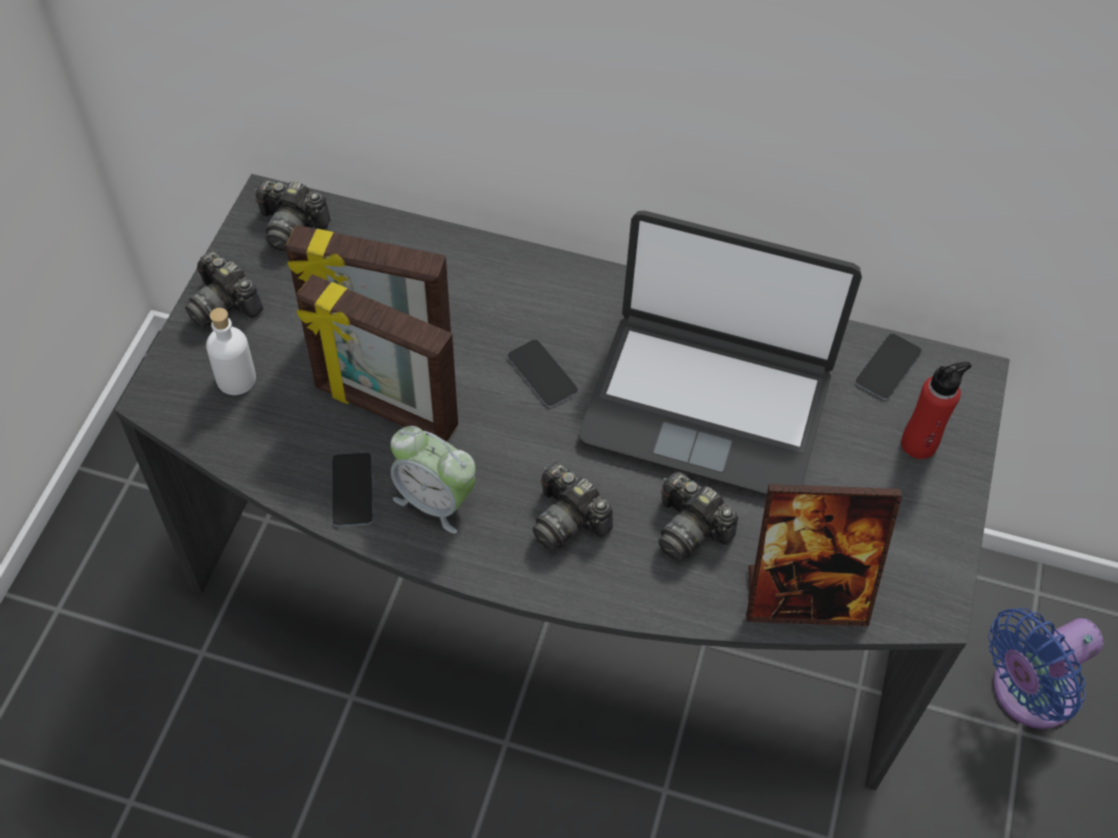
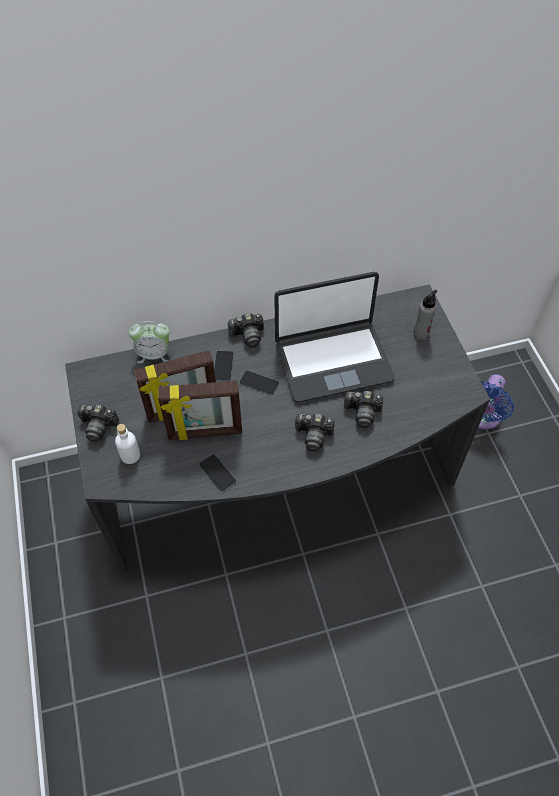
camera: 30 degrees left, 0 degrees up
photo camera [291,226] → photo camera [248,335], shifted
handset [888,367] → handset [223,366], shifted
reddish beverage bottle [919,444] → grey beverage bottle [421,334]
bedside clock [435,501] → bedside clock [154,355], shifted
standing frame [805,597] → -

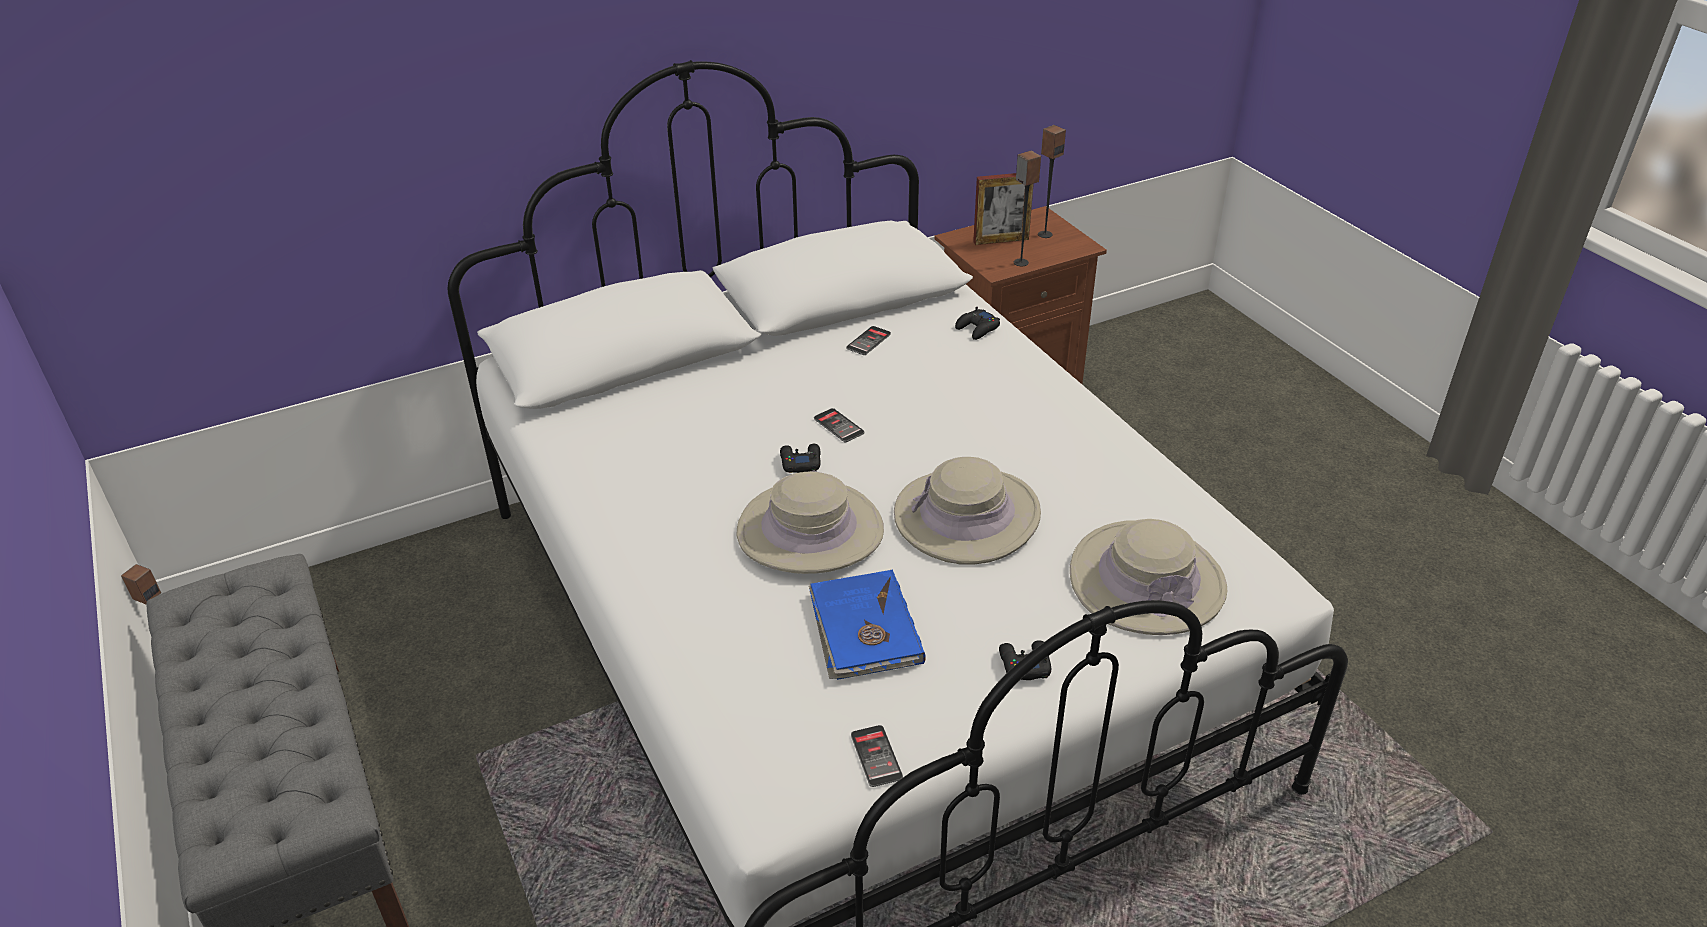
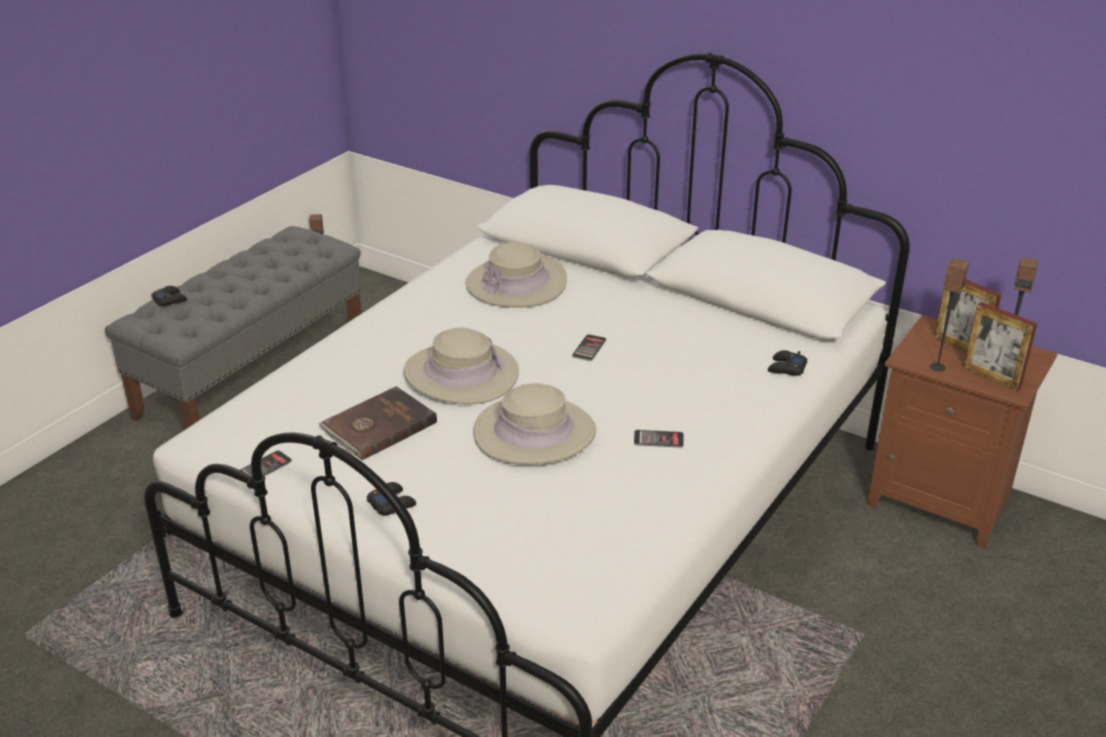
camera: 60 degrees right, 5 degrees down
handset [868,341] → handset [658,439], shifted
black-coloured game controller [800,462] → black-coloured game controller [170,300], shifted
beige-coloured wearable hat [1147,581] → beige-coloured wearable hat [516,283], shifted
bluish book [863,630] → brownish book [378,426]
- → standing frame [991,378]

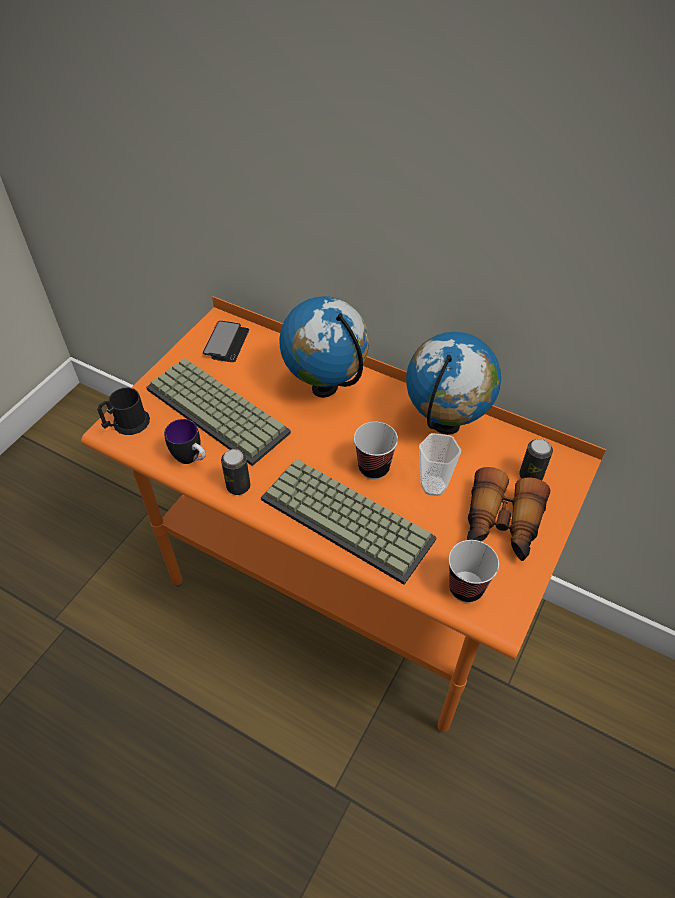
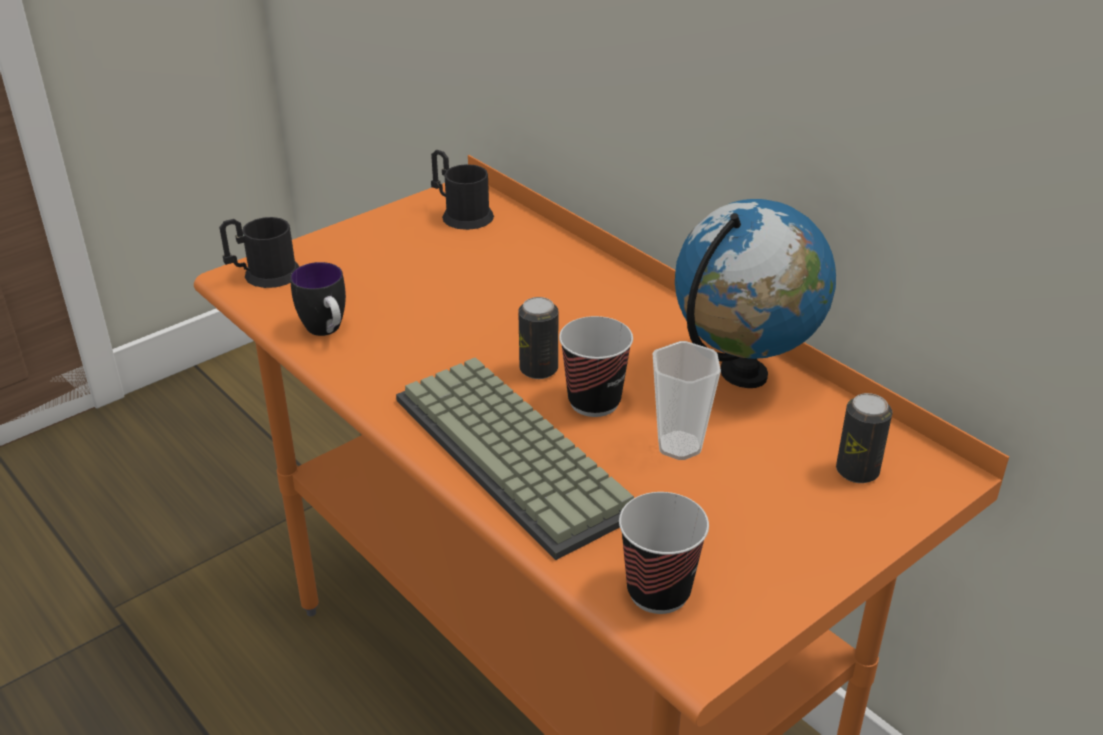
camera: 20 degrees right, 15 degrees down
desk globe [325,387] → -
handset [226,343] → black-coloured coffee mug [461,214]
PC keyboard [220,410] → -
can [238,486] → can [538,369], shifted
pair of binoculars [501,525] → -

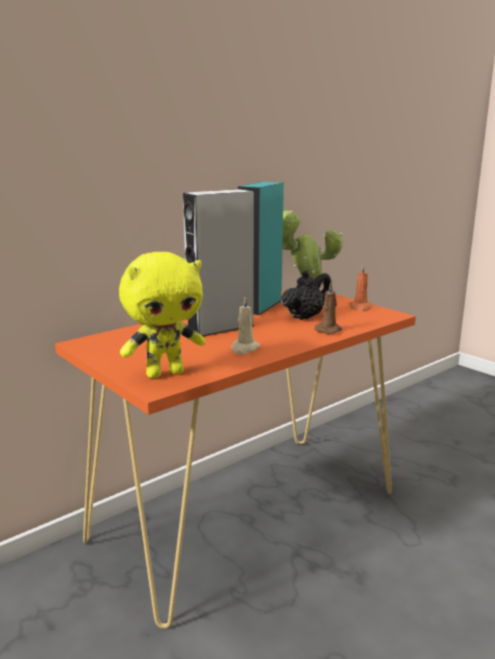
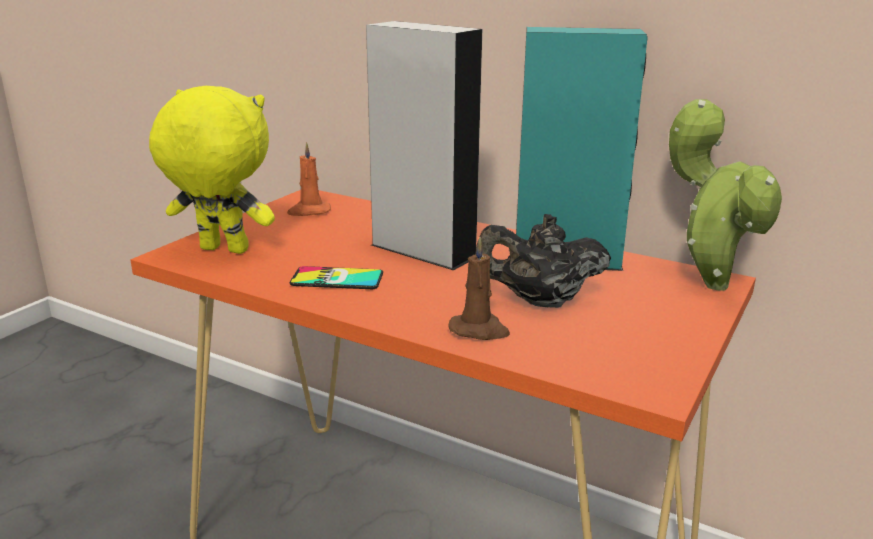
camera: 70 degrees right, 5 degrees up
yellowish cuddly toy [165,373] → yellowish cuddly toy [222,251], 150 degrees clockwise
orange candle [360,307] → orange candle [308,211], shifted
black-coloured teapot [305,317] → black-coloured teapot [540,301], 150 degrees clockwise
beige-coloured candle [244,348] → handset [337,279]

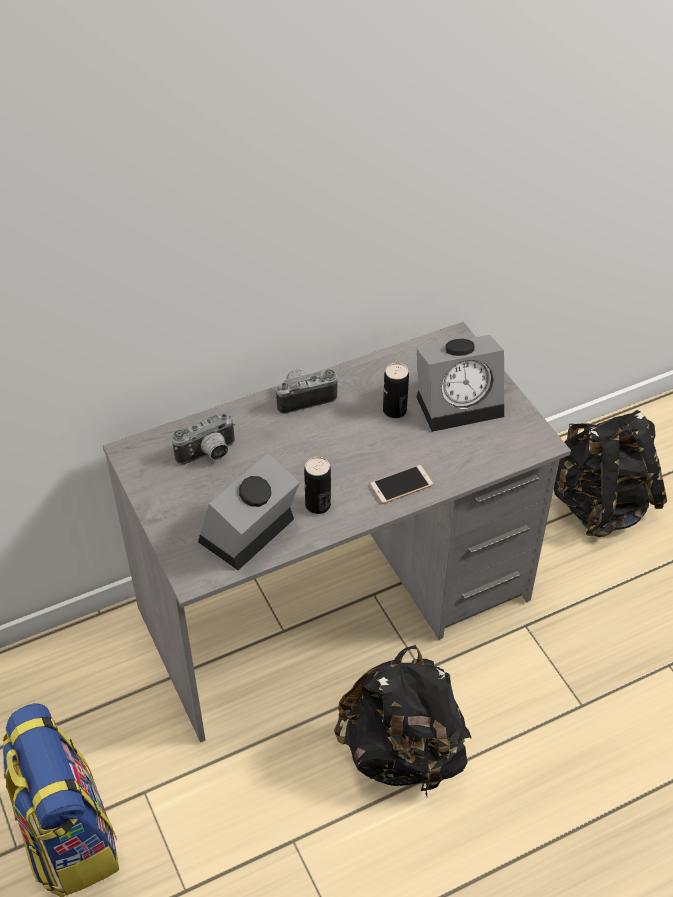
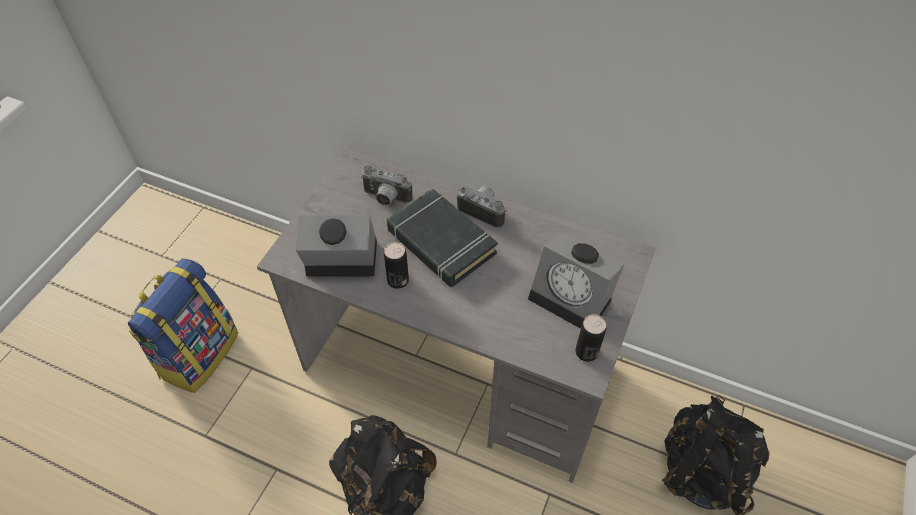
camera: 50 degrees right, 5 degrees up
can [394,410] → can [586,352], shifted
handset [401,485] → -
- → black-coloured book [440,242]

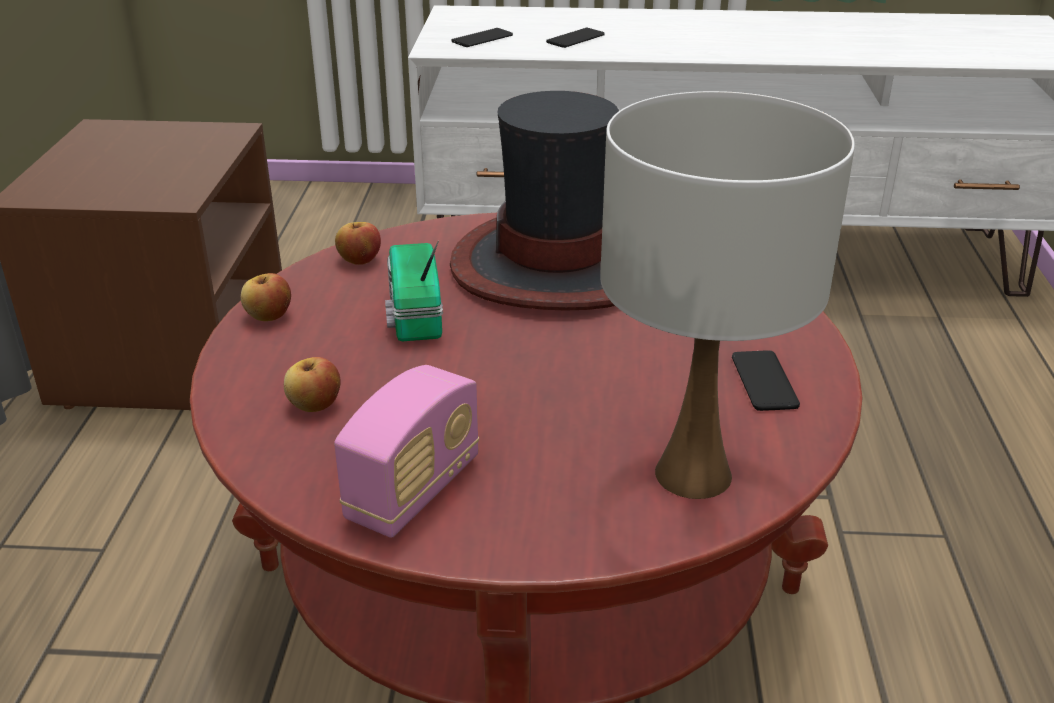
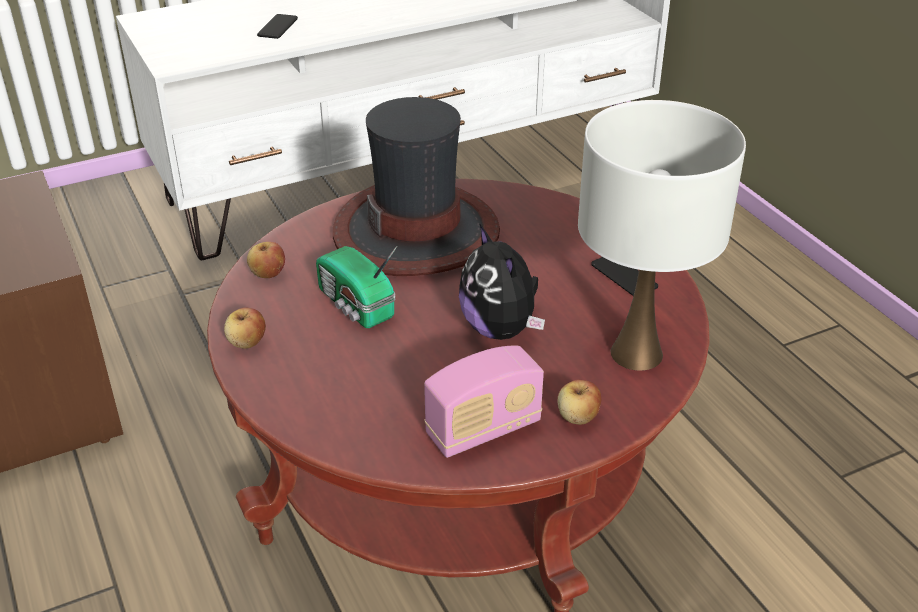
camera: 30 degrees left, 5 degrees up
handset [482,39] → -
apple fruit [314,405] → apple fruit [578,417], shifted
radio [414,490] → radio [483,429], 60 degrees clockwise
- → cuddly toy [501,329]

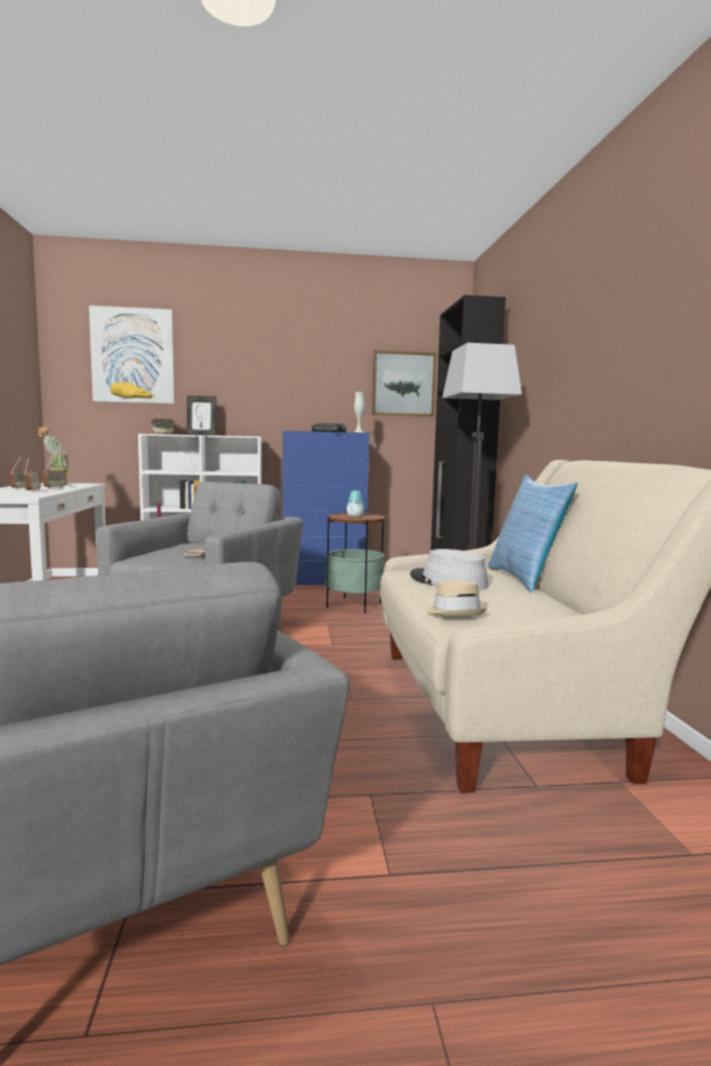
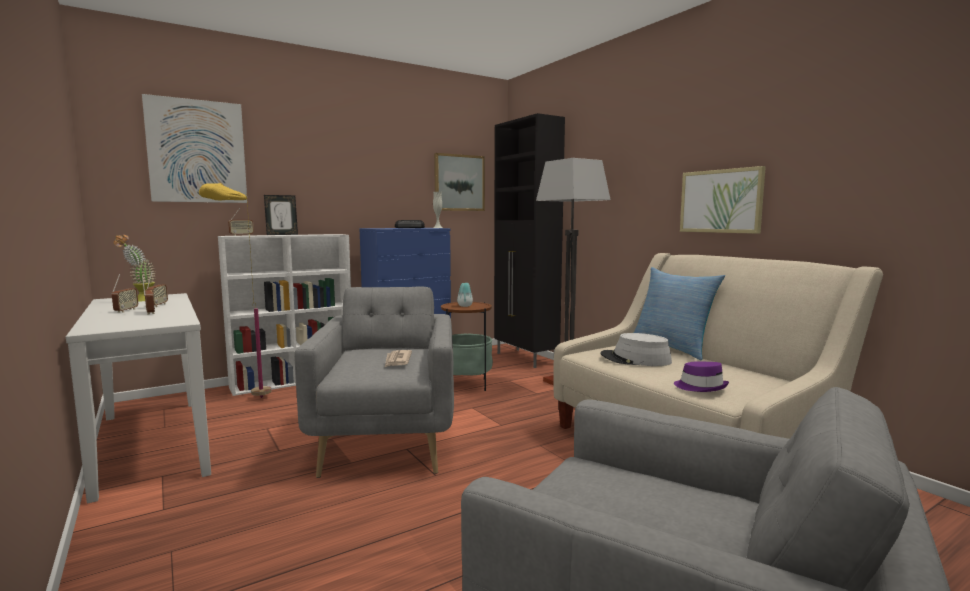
camera: 25 degrees left, 0 degrees up
beige-coloured wearable hat [455,612] → purple wearable hat [700,387]
- → picture [721,201]

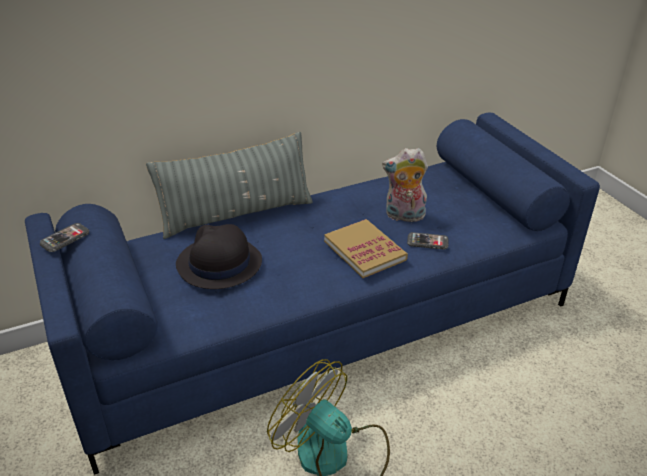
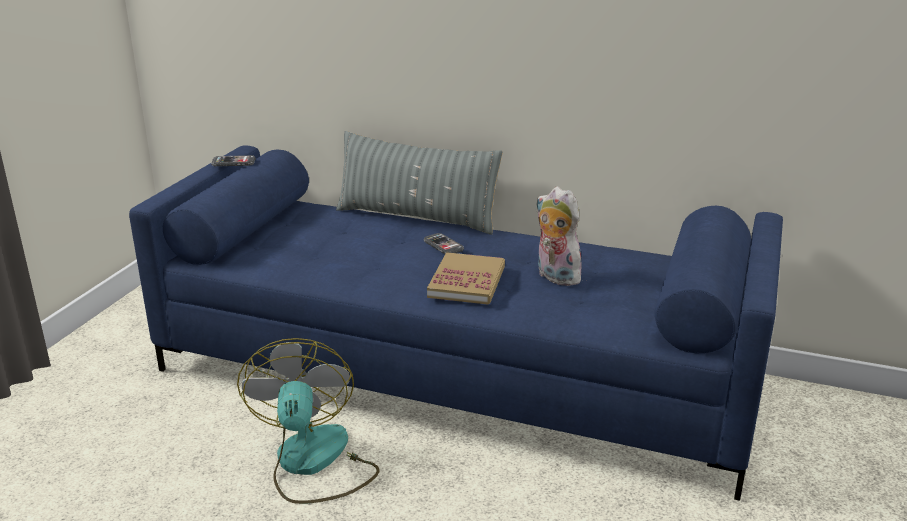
camera: 45 degrees right, 10 degrees down
black-coloured wearable hat [218,263] → -
handset [427,242] → handset [443,245], shifted

